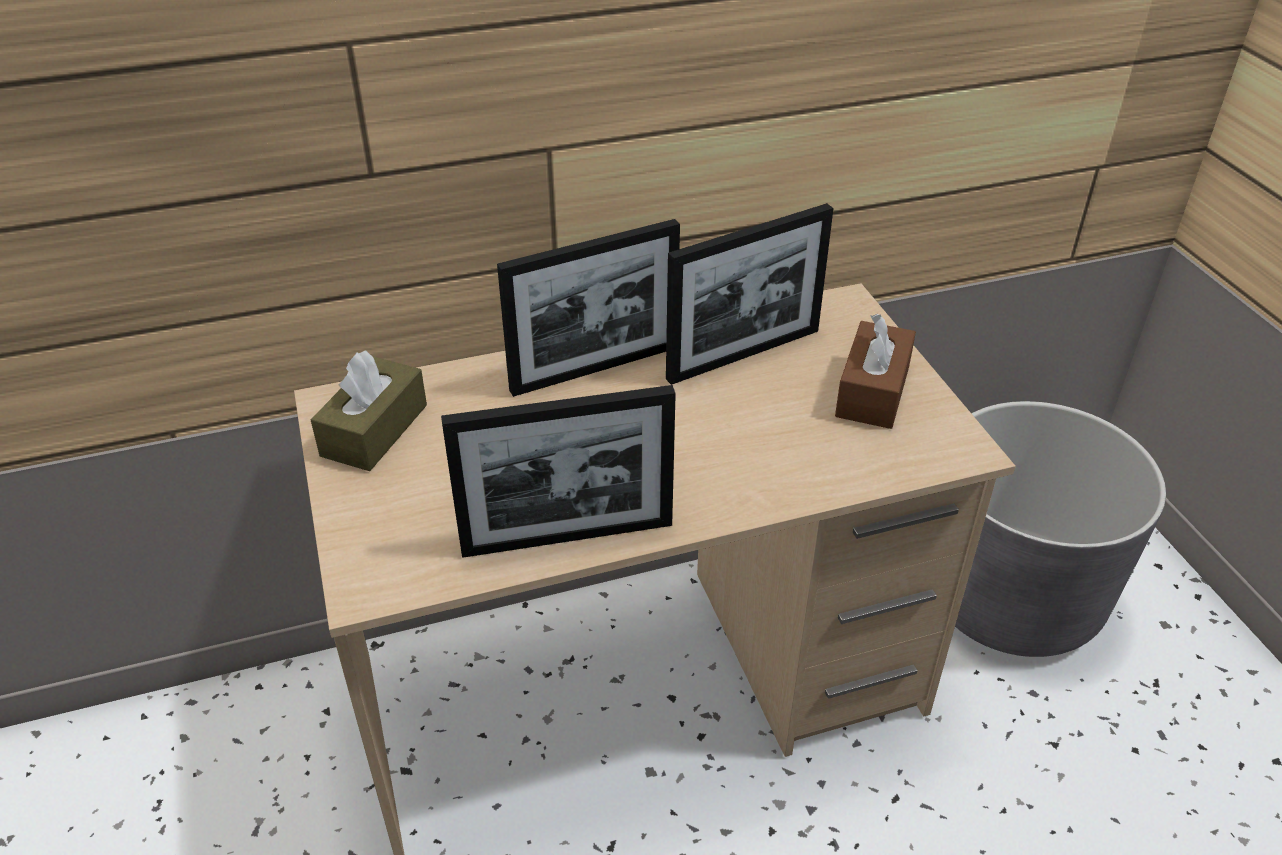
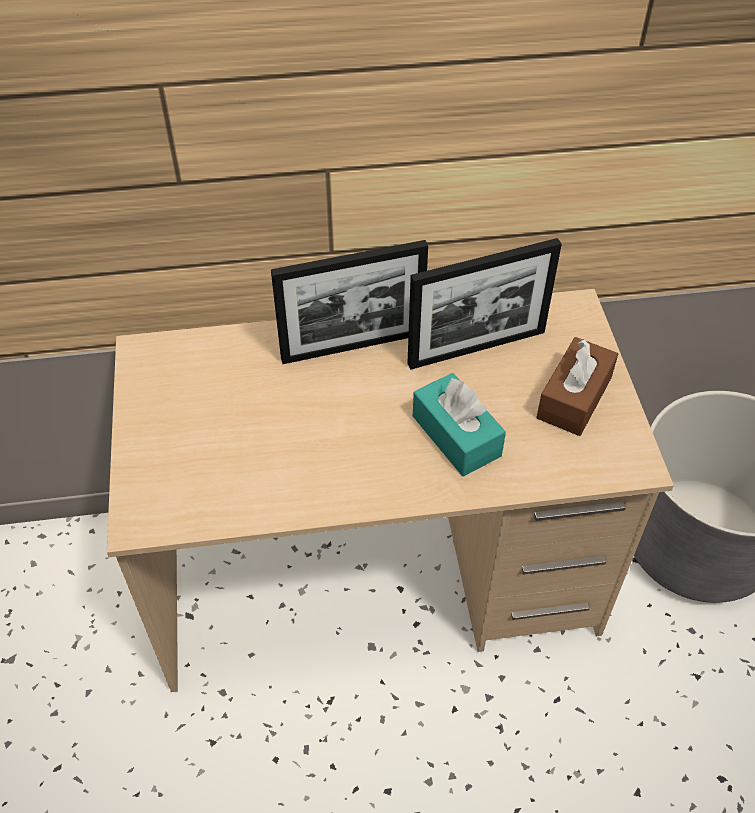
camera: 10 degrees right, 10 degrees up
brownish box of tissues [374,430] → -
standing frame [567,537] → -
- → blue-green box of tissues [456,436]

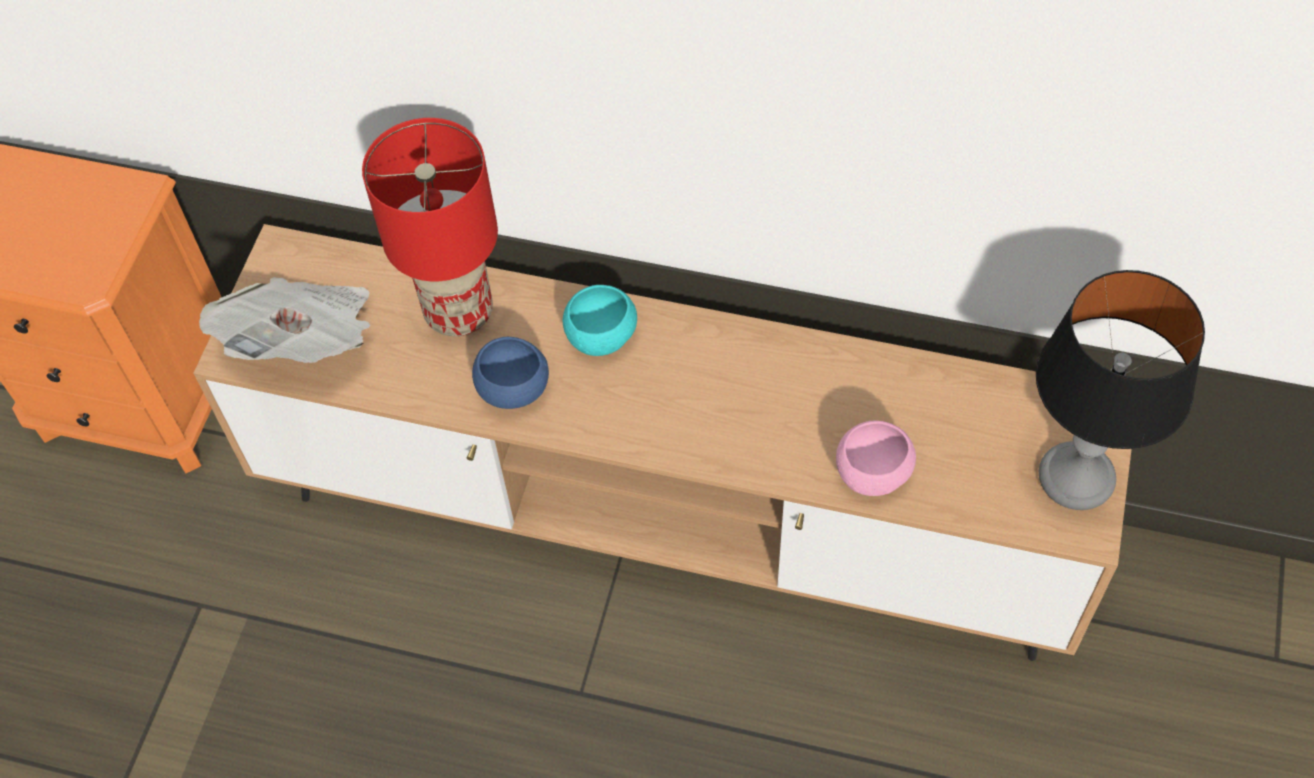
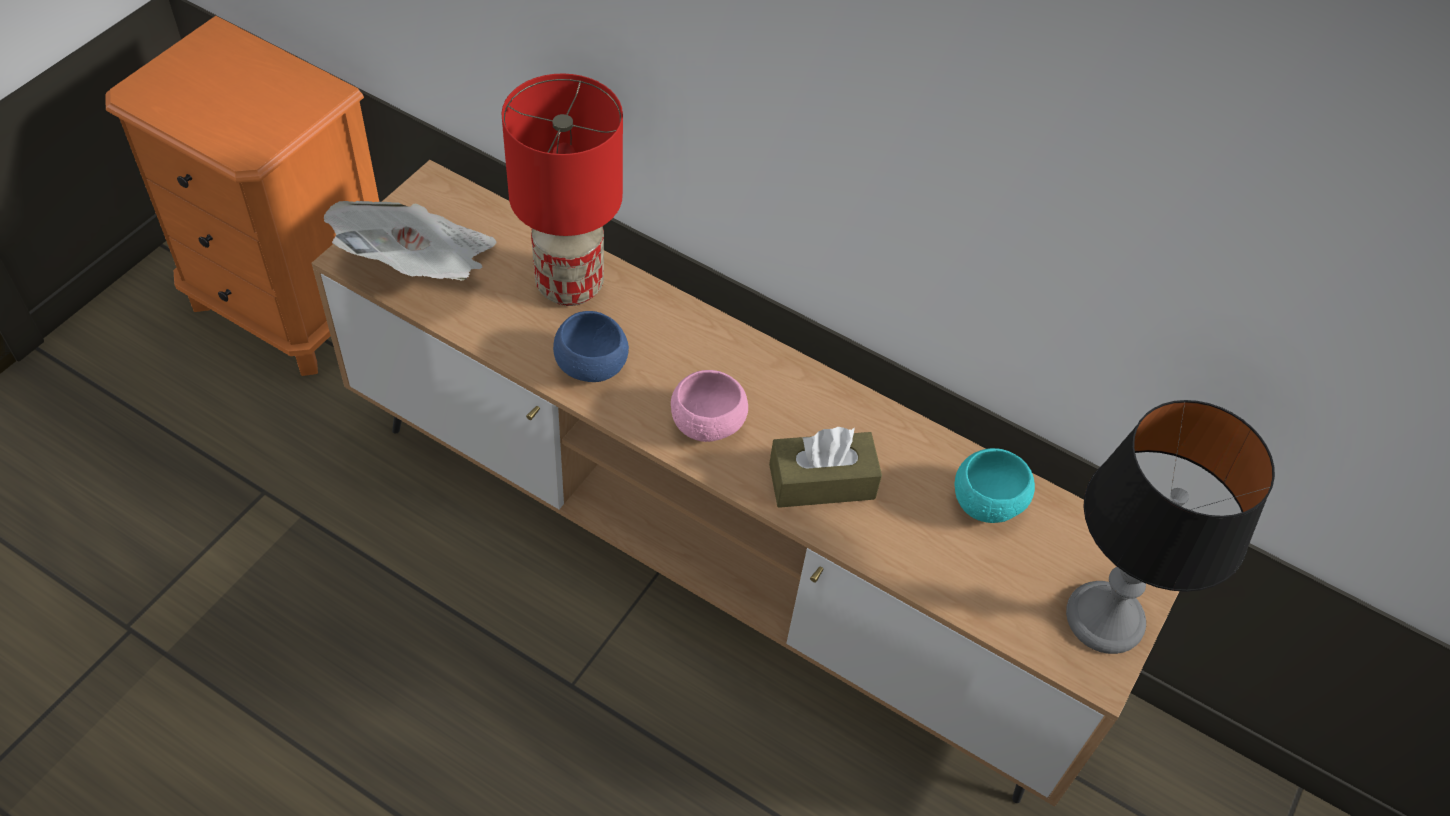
camera: 10 degrees right, 5 degrees down
blue-green bowl [601,337] → blue-green bowl [986,503], shifted
pink-coloured bowl [872,474] → pink-coloured bowl [707,424], shifted
- → brownish box of tissues [821,481]

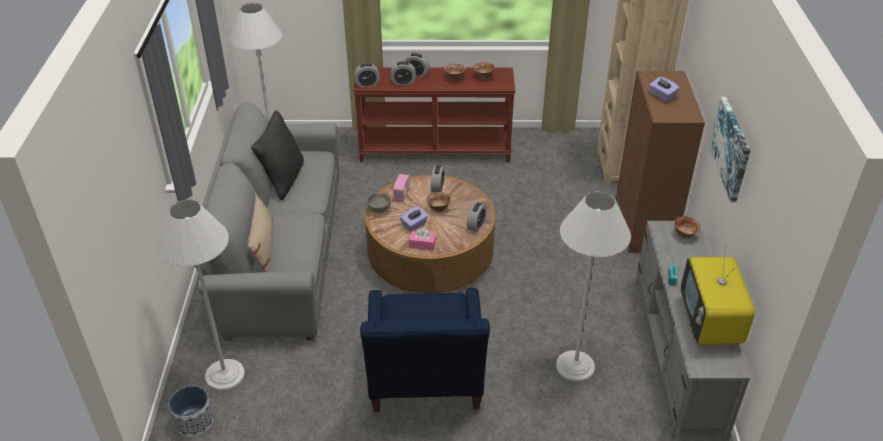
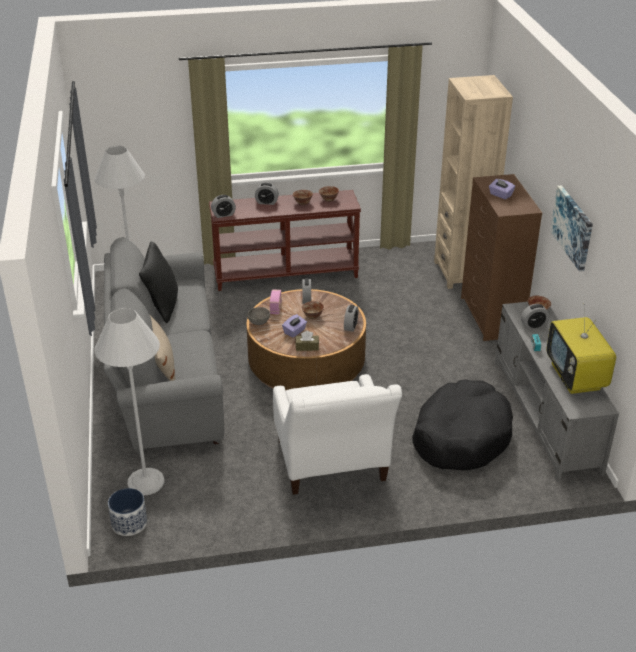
camera: 10 degrees left, 5 degrees down
bedside clock [403,82] → bedside clock [533,325], shifted
white-coloured standing lamp [575,366] → black-coloured pet bed [461,436]
pink-coloured box of tissues [422,244] → brownish box of tissues [307,347]
bluish lounge chair [425,383] → white-coloured lounge chair [332,466]

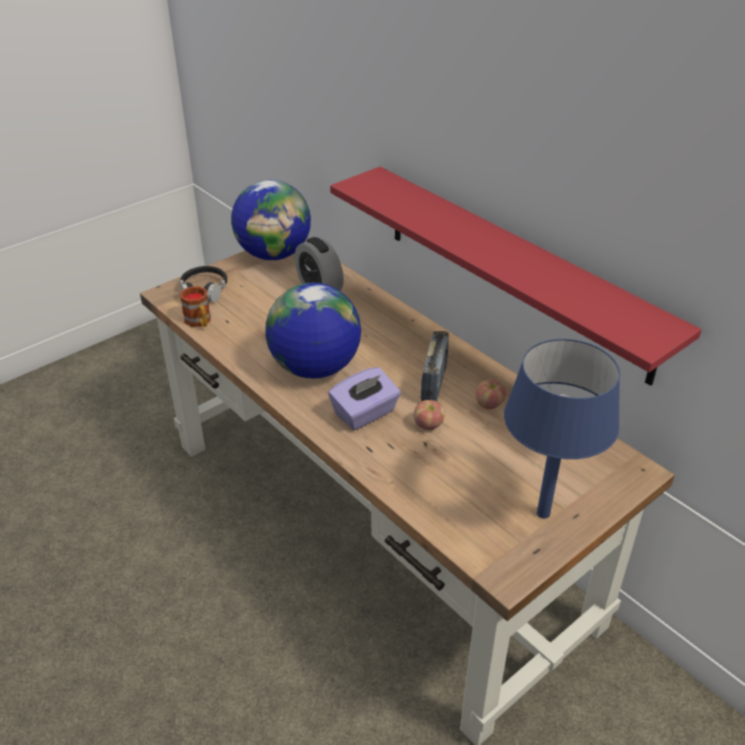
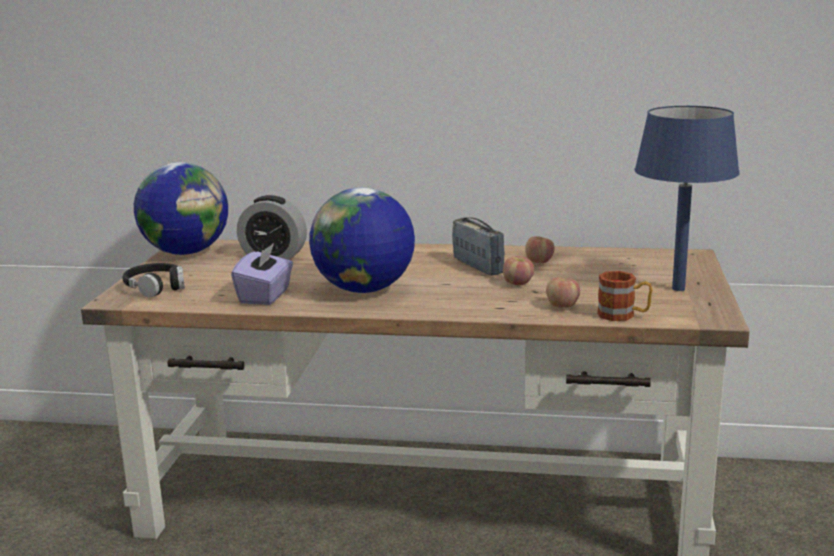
camera: 40 degrees left, 20 degrees down
reddish wall shelf [513,270] → -
coffee mug [199,322] → coffee mug [623,315], shifted
purple box of tissues [365,413] → purple box of tissues [265,296], shifted
- → apple fruit [562,306]

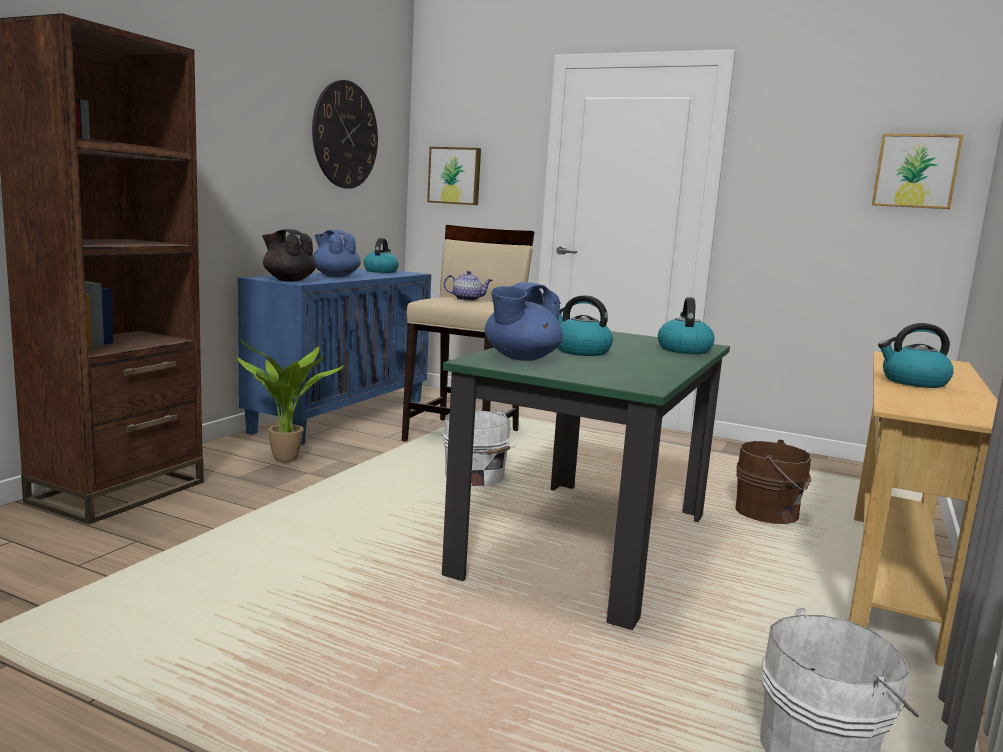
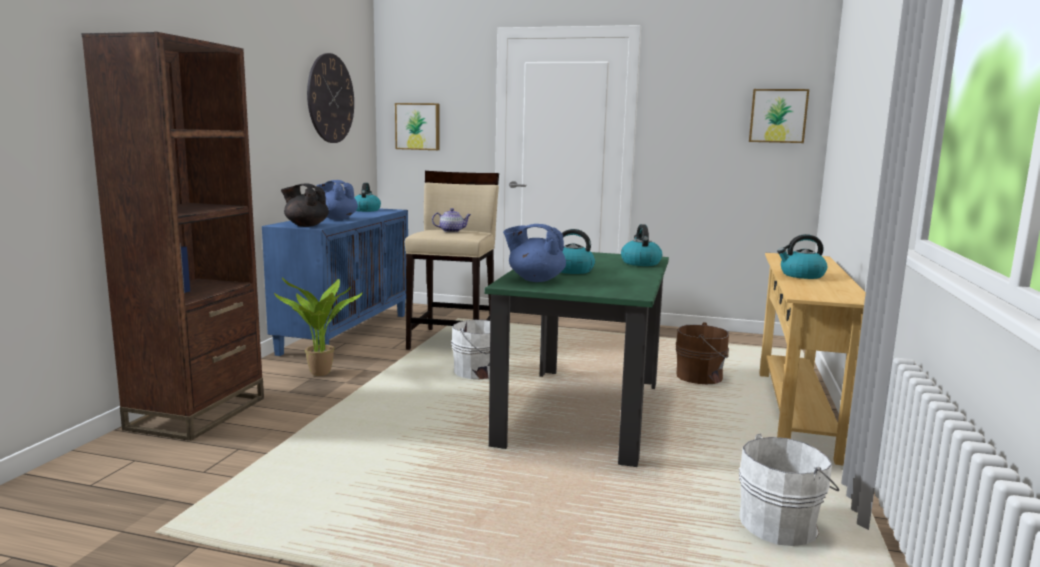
camera: 10 degrees left, 0 degrees up
bluish teapot [520,358] → bluish teapot [535,279], 75 degrees clockwise

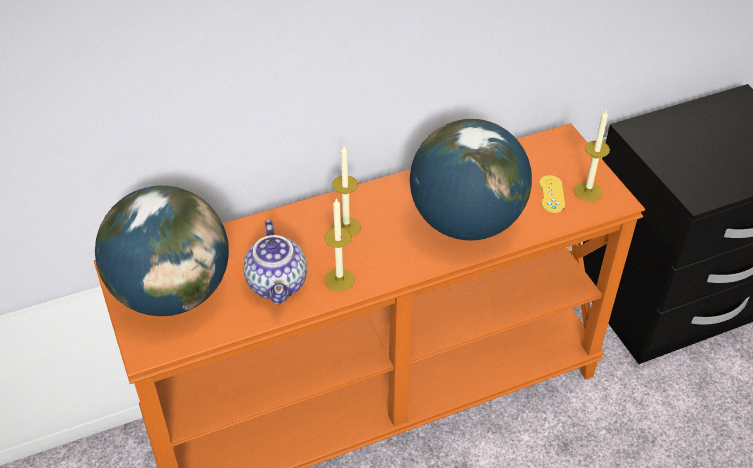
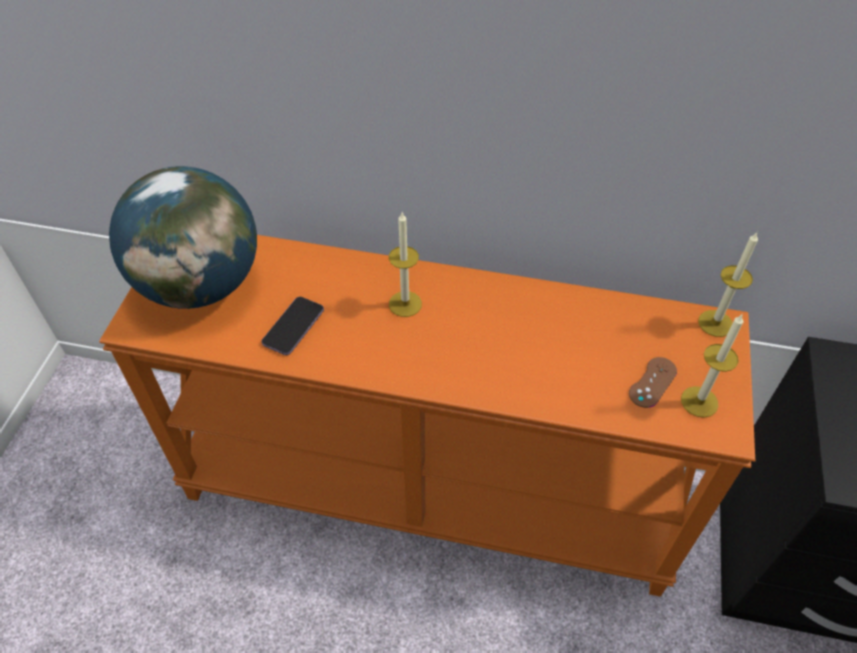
camera: 35 degrees right, 5 degrees up
desk globe [466,222] → -
yellowish game controller [551,194] → brownish game controller [652,382]
candle [339,280] → candle [715,323], shifted
teapot [278,284] → handset [293,327]

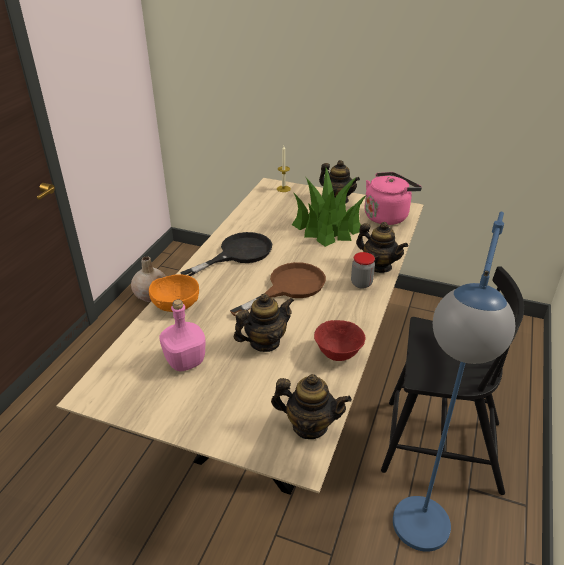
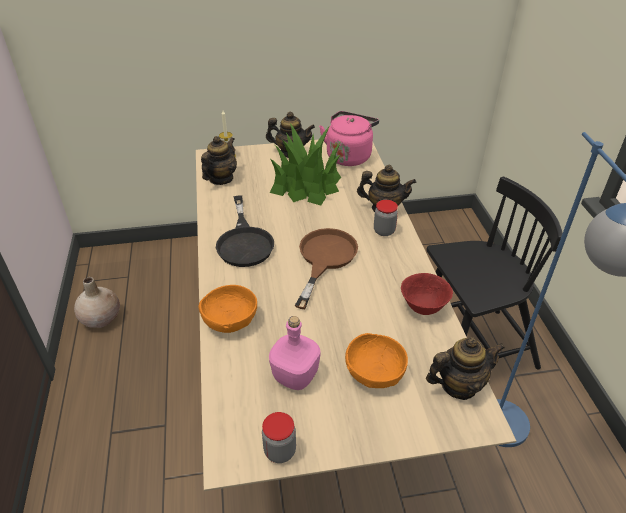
camera: 30 degrees left, 5 degrees up
black-coloured skillet [238,253] → black-coloured skillet [244,241], 150 degrees clockwise
teapot [264,342] → teapot [221,179], shifted
- → orange bowl [375,372]
- → jar [280,451]

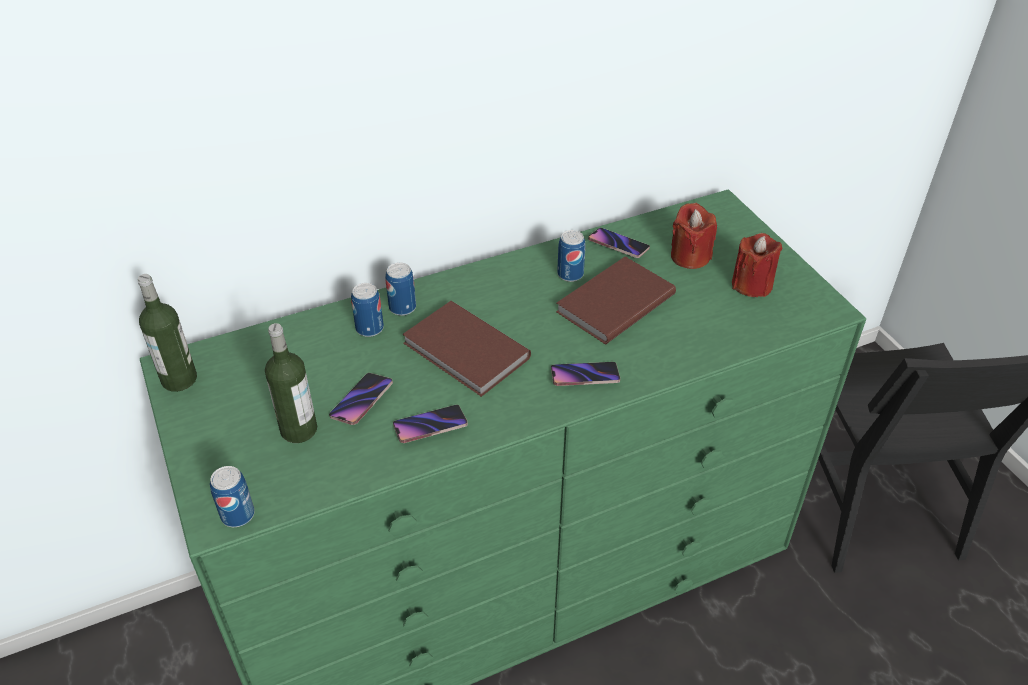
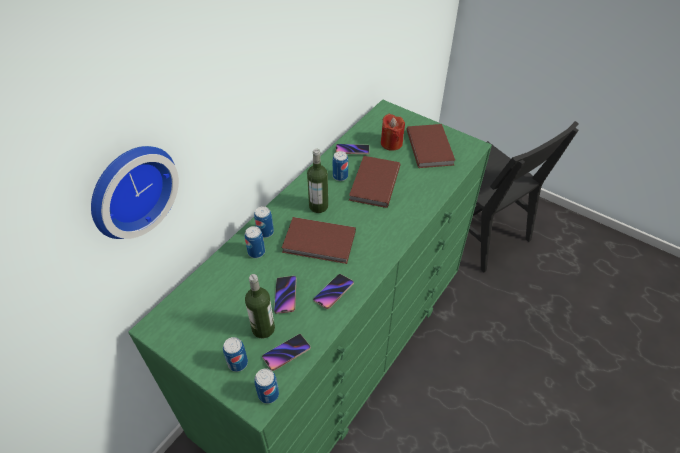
camera: 30 degrees left, 5 degrees up
reddish candle [752,284] → brownish book [431,147]
beverage bottle [179,379] → beverage bottle [318,206], shifted
handset [584,377] → handset [286,353], shifted
- → hanging clock [130,189]
- → can [237,363]

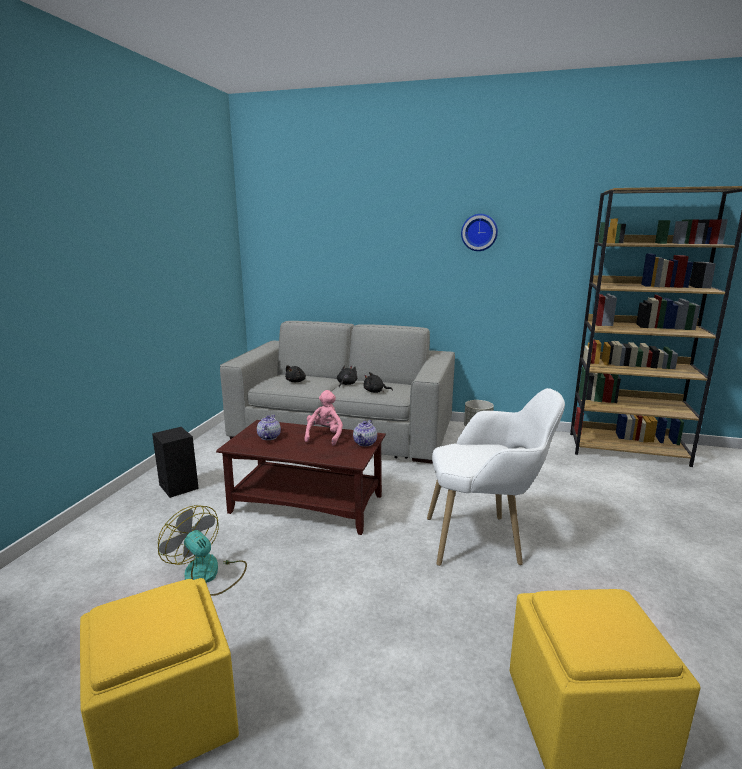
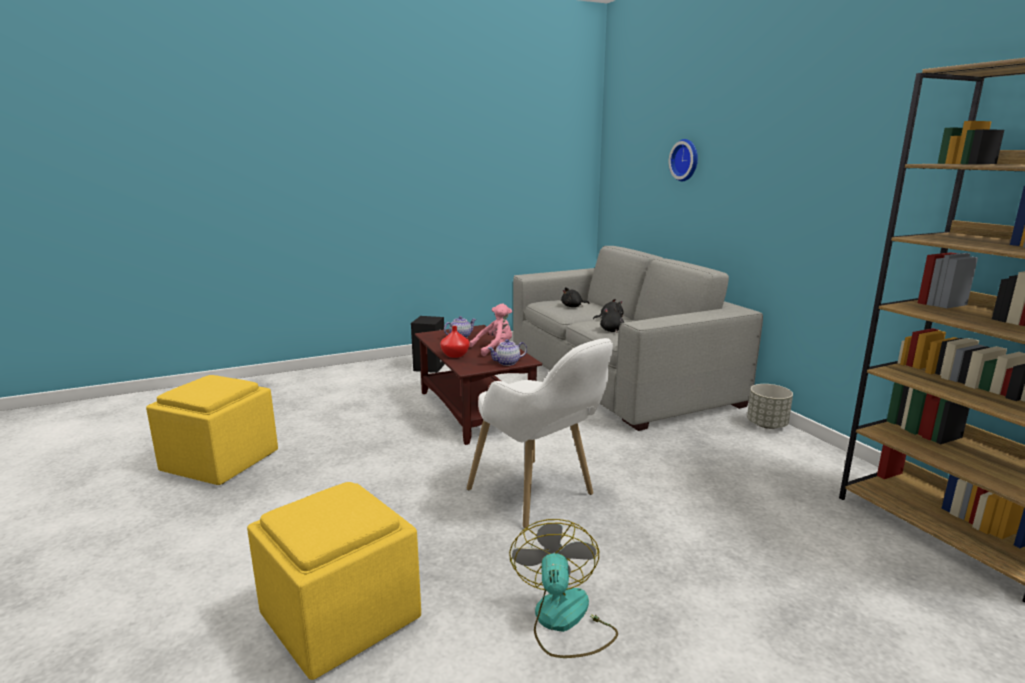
camera: 50 degrees right, 0 degrees up
hanging clock [479,232] → hanging clock [686,160], shifted
fan [208,575] → fan [563,621], shifted
- → reddish decorative vase [455,355]

